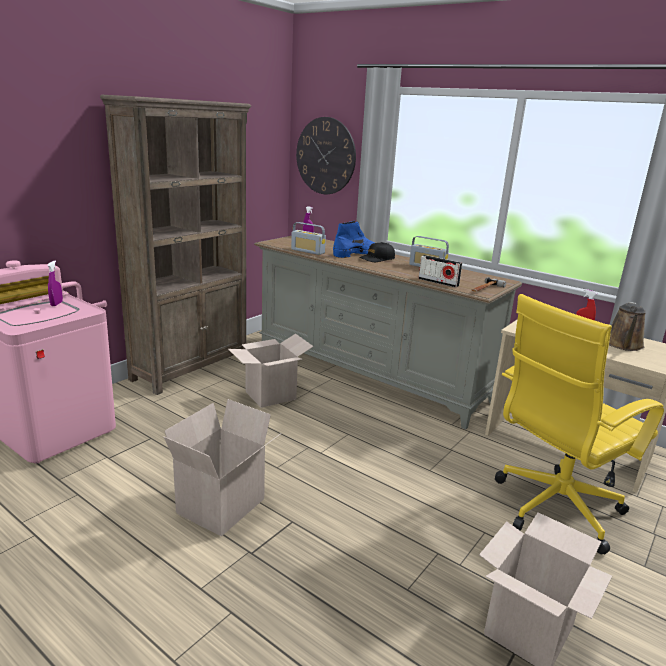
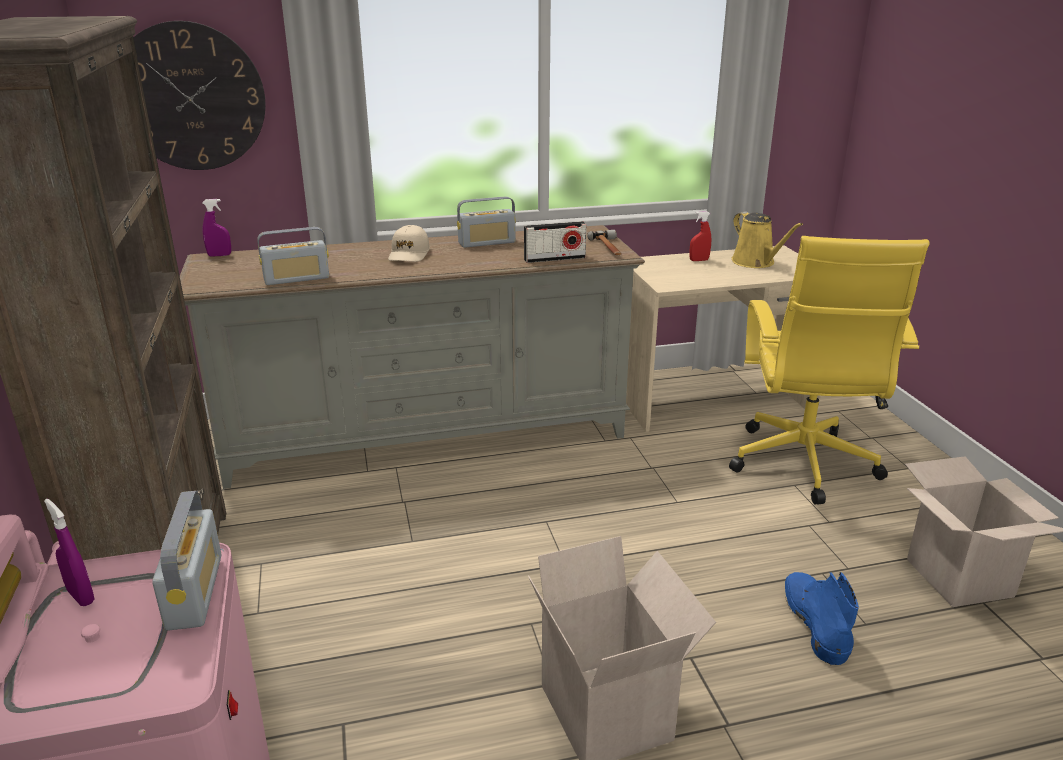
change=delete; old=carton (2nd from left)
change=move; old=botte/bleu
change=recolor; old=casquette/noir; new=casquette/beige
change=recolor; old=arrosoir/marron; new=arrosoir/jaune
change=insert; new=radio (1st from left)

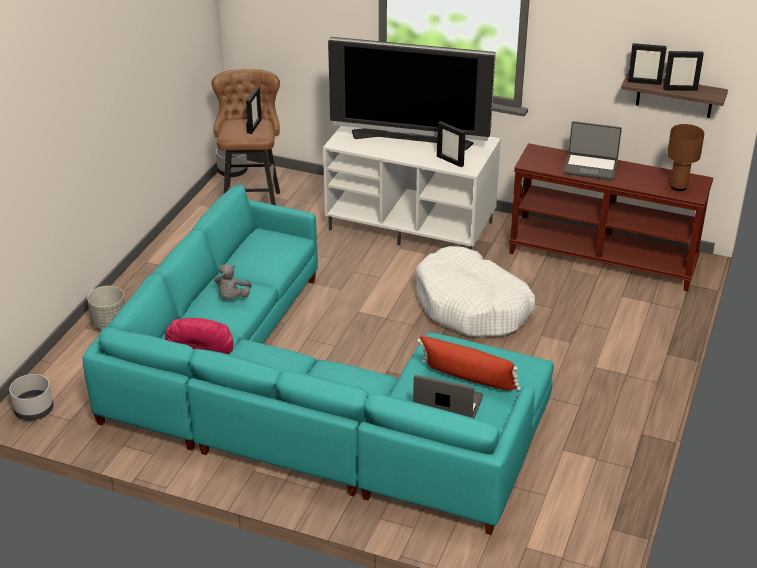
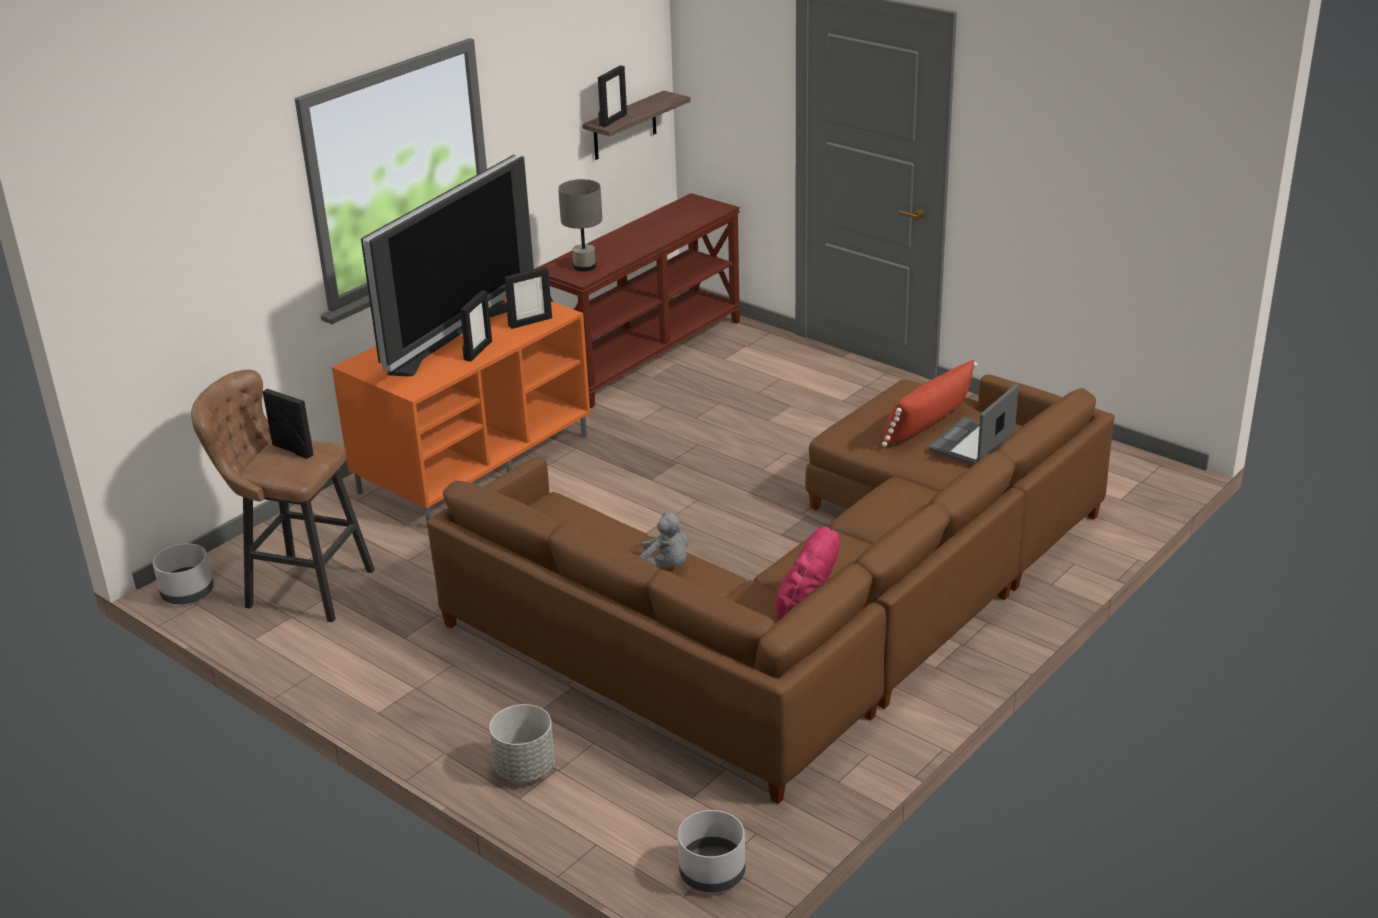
change=recolor; old=canapé/turquoise; new=canapé/marron
change=recolor; old=meuble télé/blanc; new=meuble télé/orange
change=delete; old=panier pour chien/blanc
change=delete; old=ordinateur portable (2nd from left)
change=move; old=cadre photo (4th from left in the first image); new=cadre photo (2nd from left)
change=delete; old=lampe de table/marron
change=insert; new=lampe de table/gris

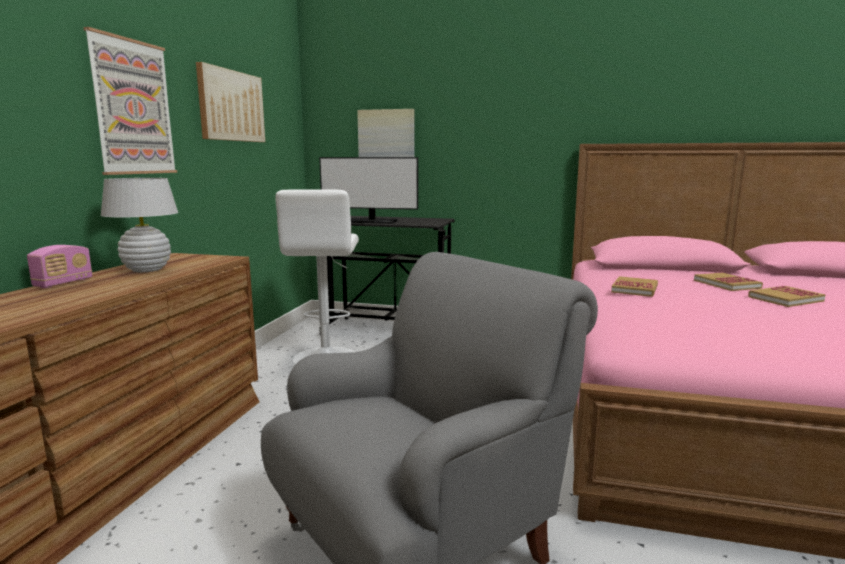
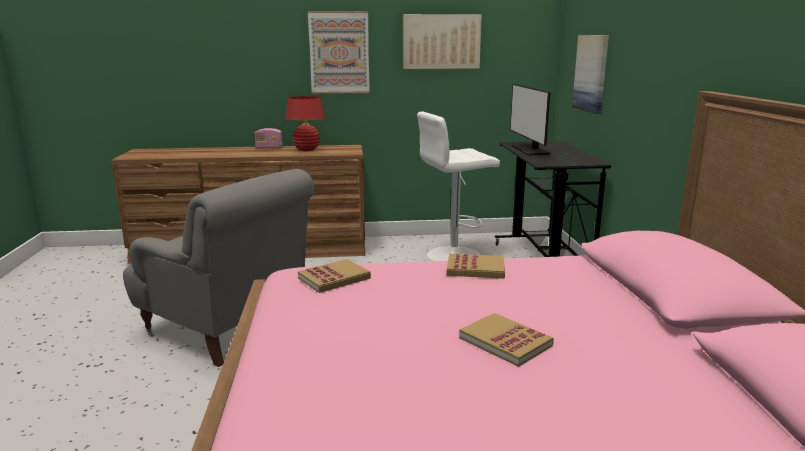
change=recolor; old=lampe de table/blanc; new=lampe de table/rouge
change=move; old=livre (2nd from left in the first image); new=livre (1st from left)

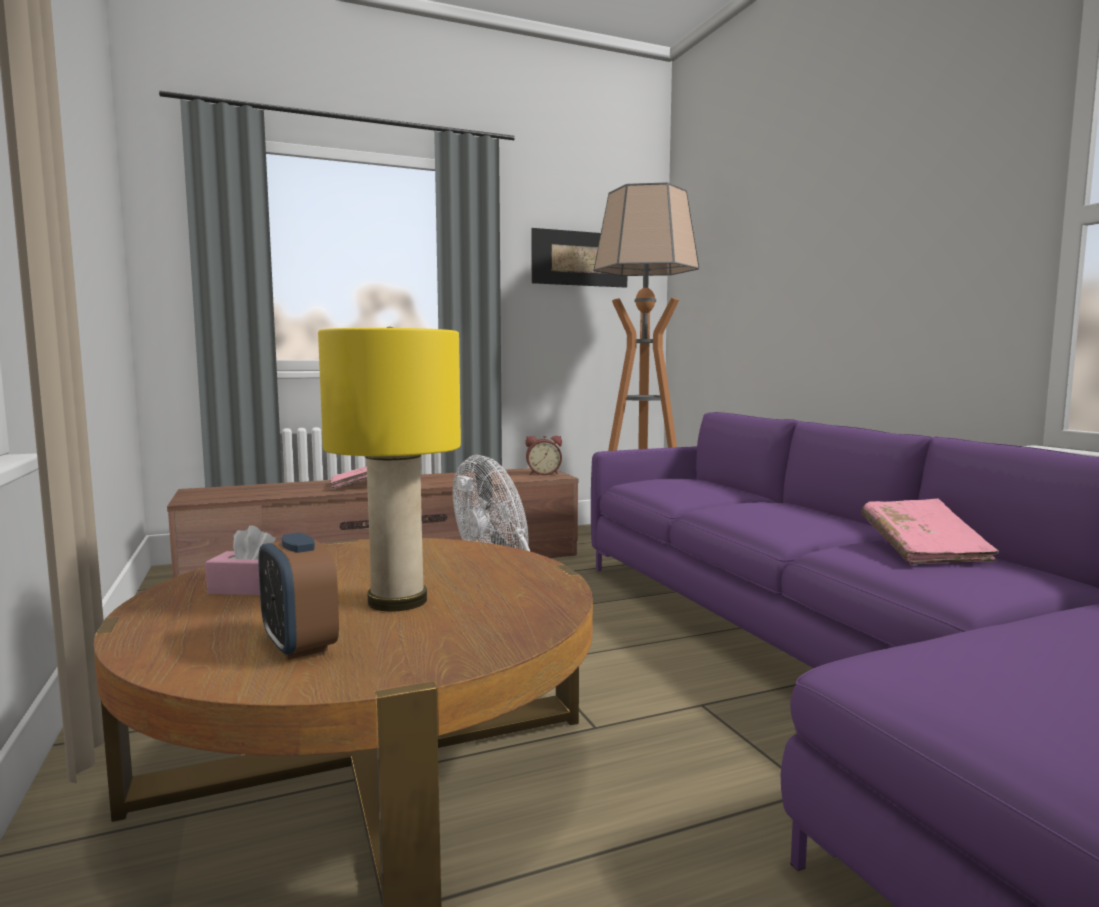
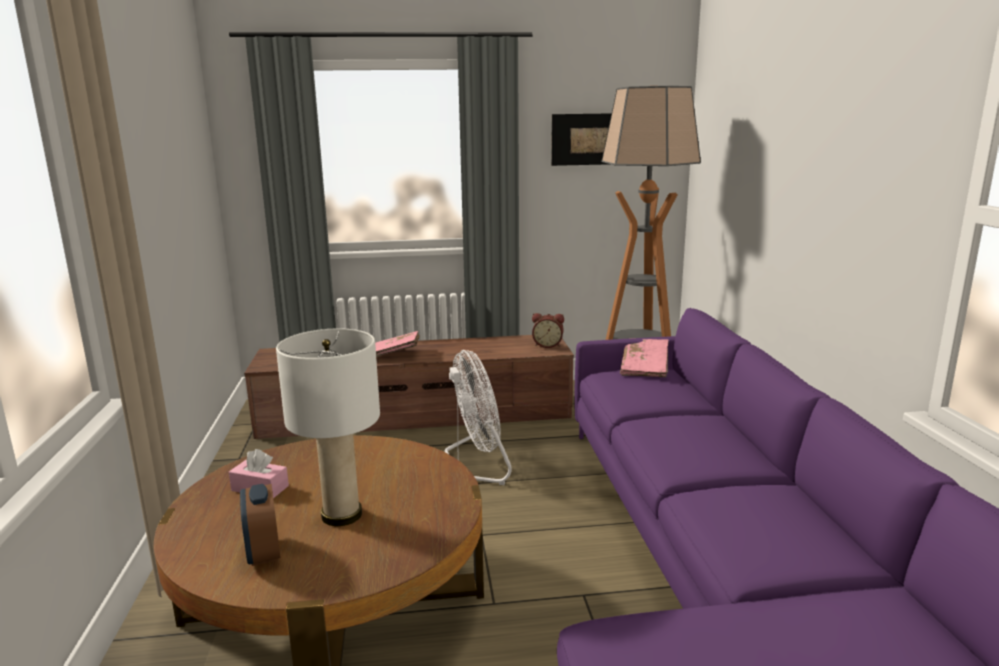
change=recolor; old=lampe de table/jaune; new=lampe de table/blanc
change=move; old=livre/rose (2nd from left)

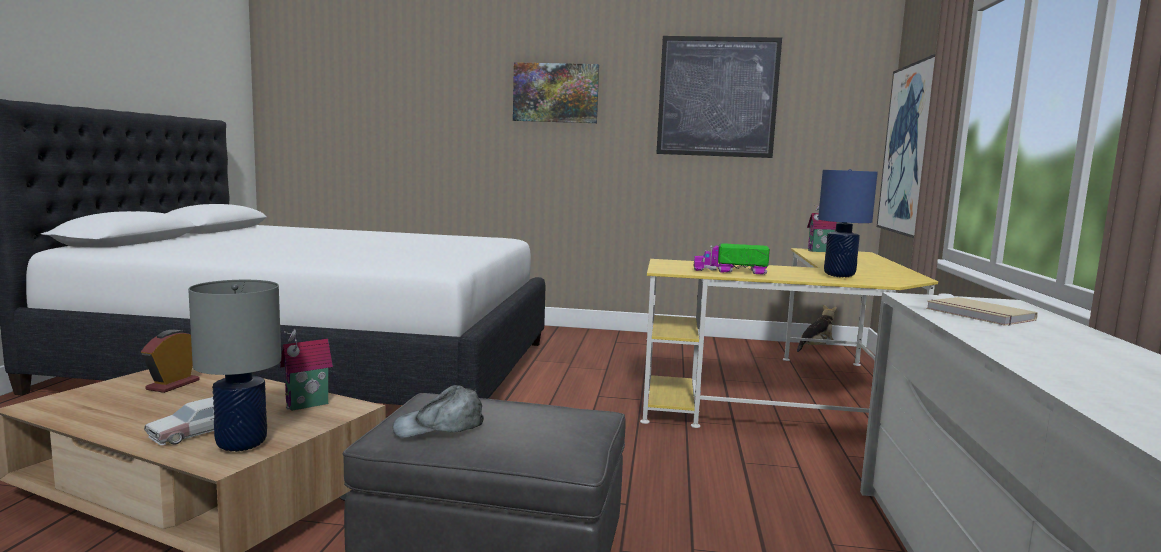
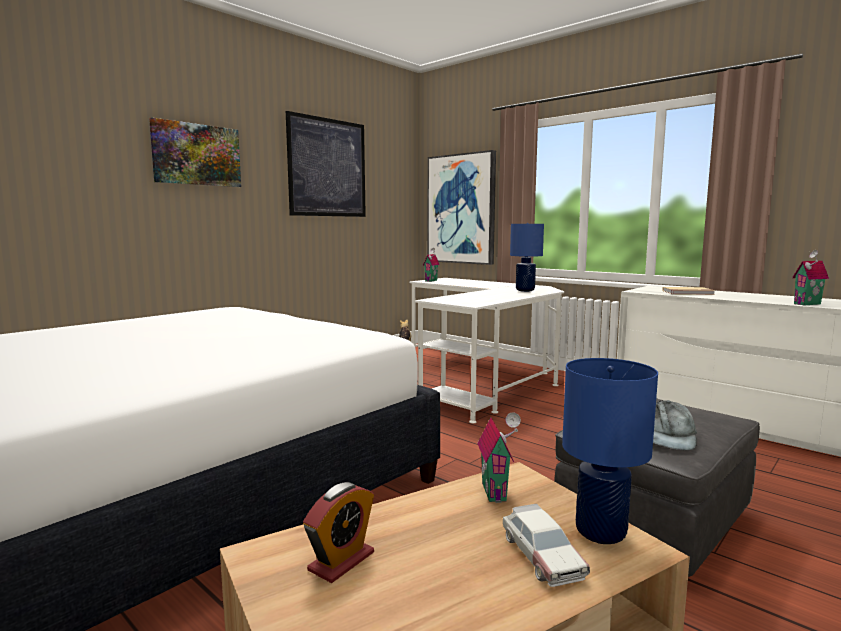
change=rotate; old=réveil; degrees=-105
change=recolor; old=lampe de table/gris; new=lampe de table/bleu (2nd from left)
change=recolor; old=bureau/jaune; new=bureau/blanc
change=delete; old=camion jouet
change=insert; new=maison miniature (3rd from left)

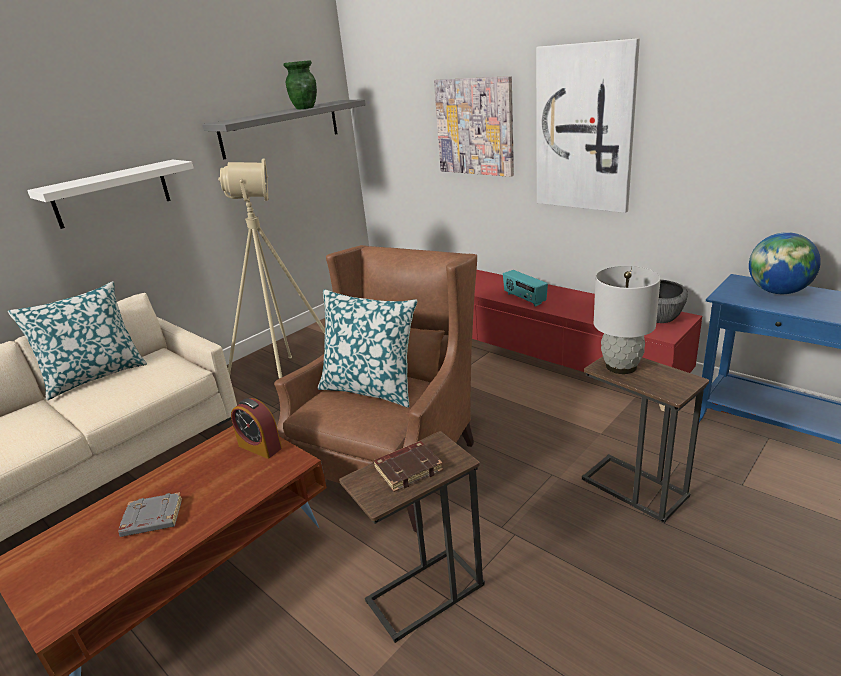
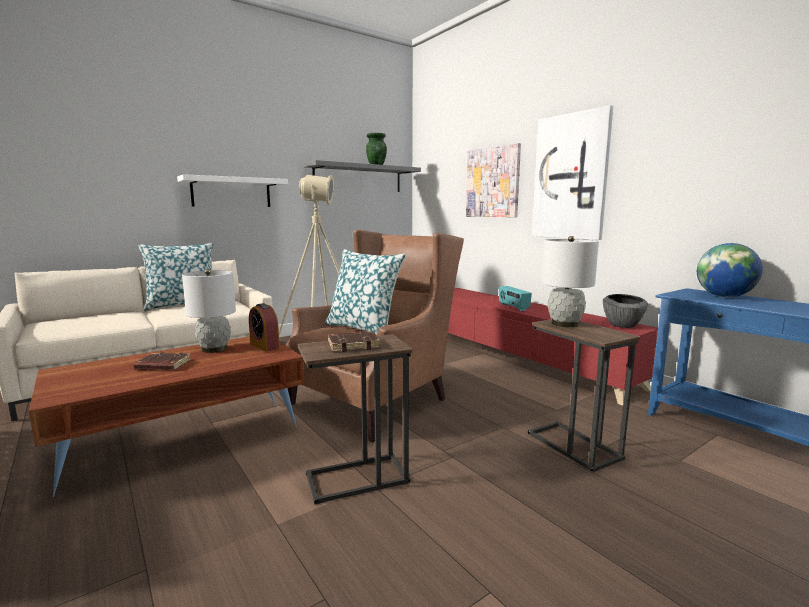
change=recolor; old=livre/gris; new=livre/marron (1st from left)
change=insert; new=lampe de table/blanc (1st from left)

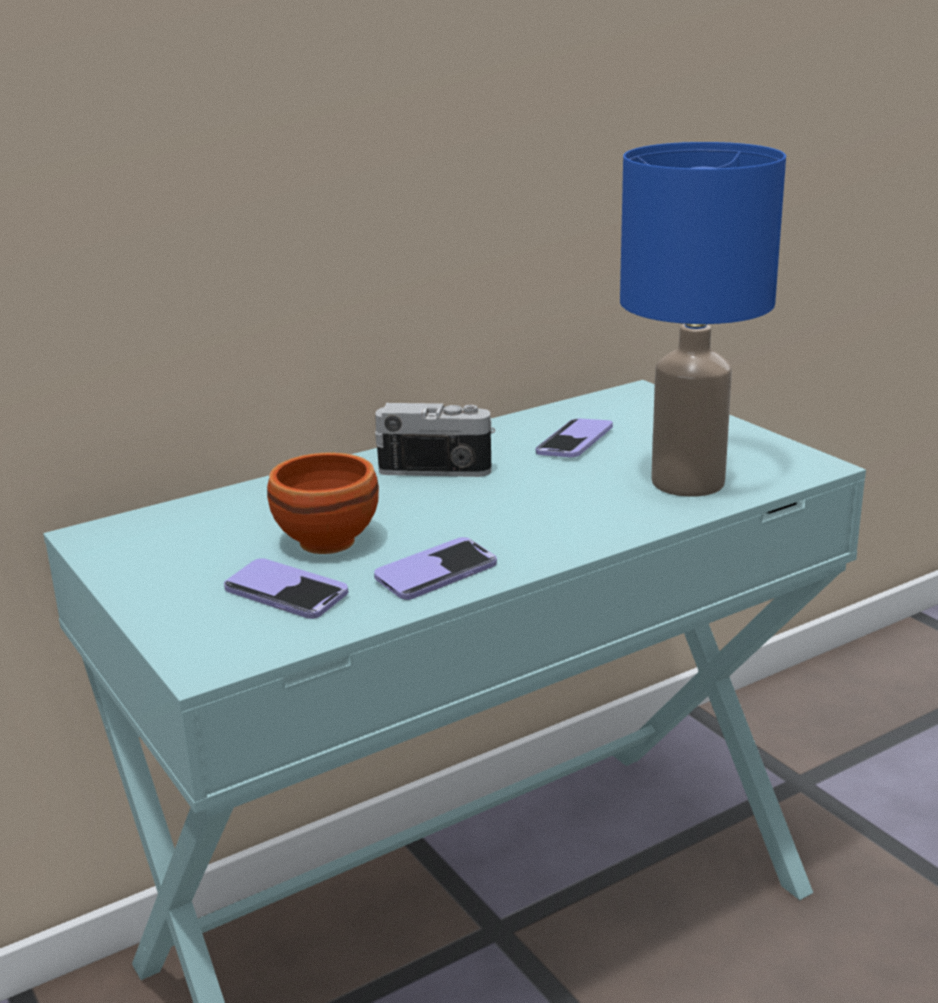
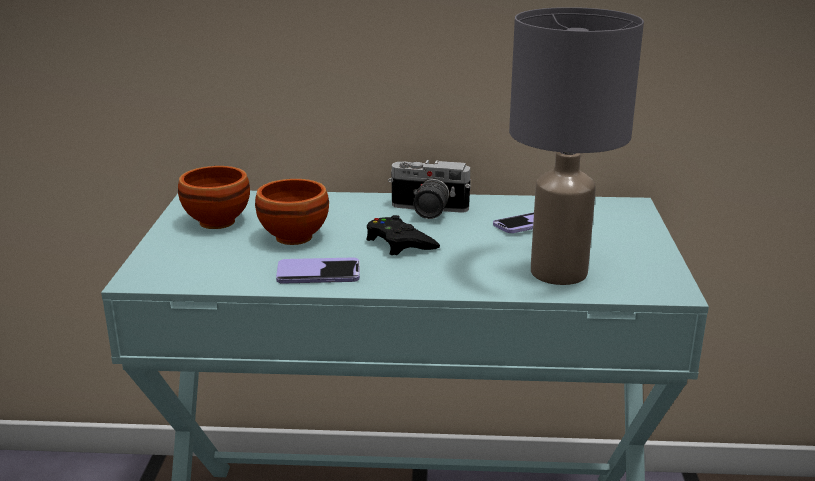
change=delete; old=téléphone (1st from left)
change=rotate; old=appareil photo; degrees=150
change=recolor; old=lampe de table/bleu; new=lampe de table/gris
change=insert; new=bol/marron (1st from left)
change=insert; new=manette/noir

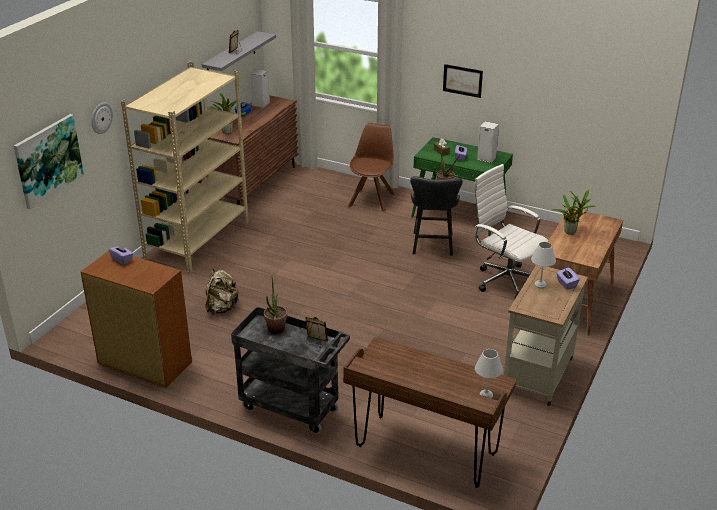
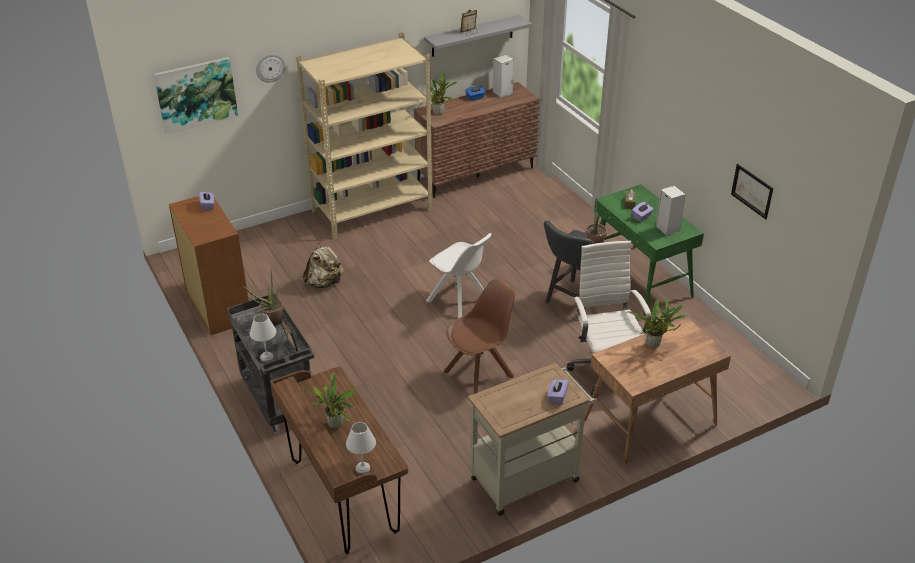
change=move; old=chaise/marron
change=move; old=tableau (2nd from left)
change=move; old=lampe de table/blanc (2nd from left in the first image); new=lampe de table/blanc (1st from left)
change=insert; new=plante en pot (2nd from left)
change=insert; new=chaise/blanc

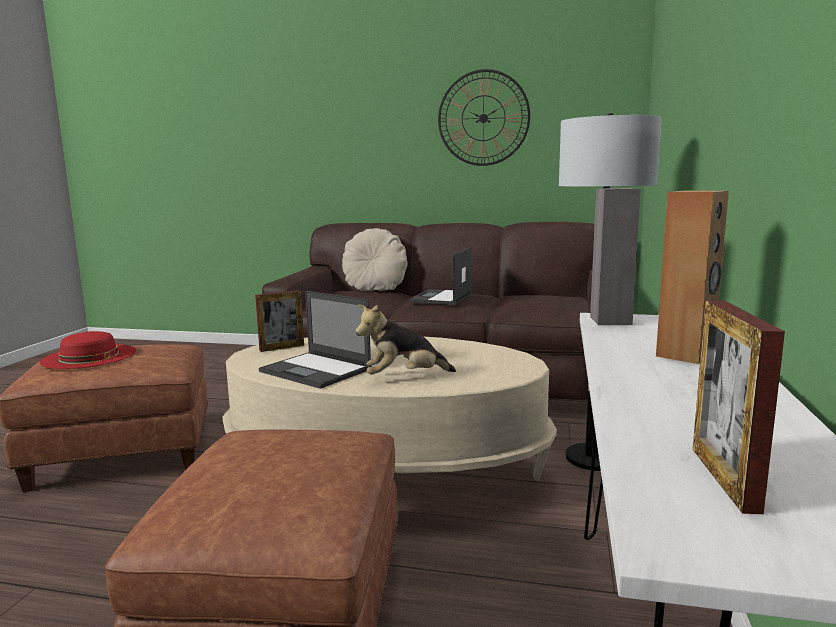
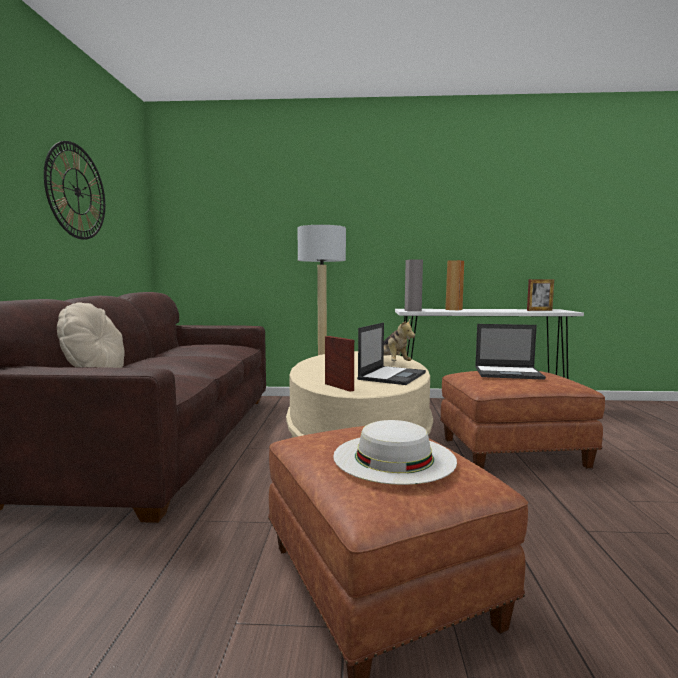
change=recolor; old=chapeau/rouge; new=chapeau/blanc
change=move; old=ordinateur portable (2nd from left)

